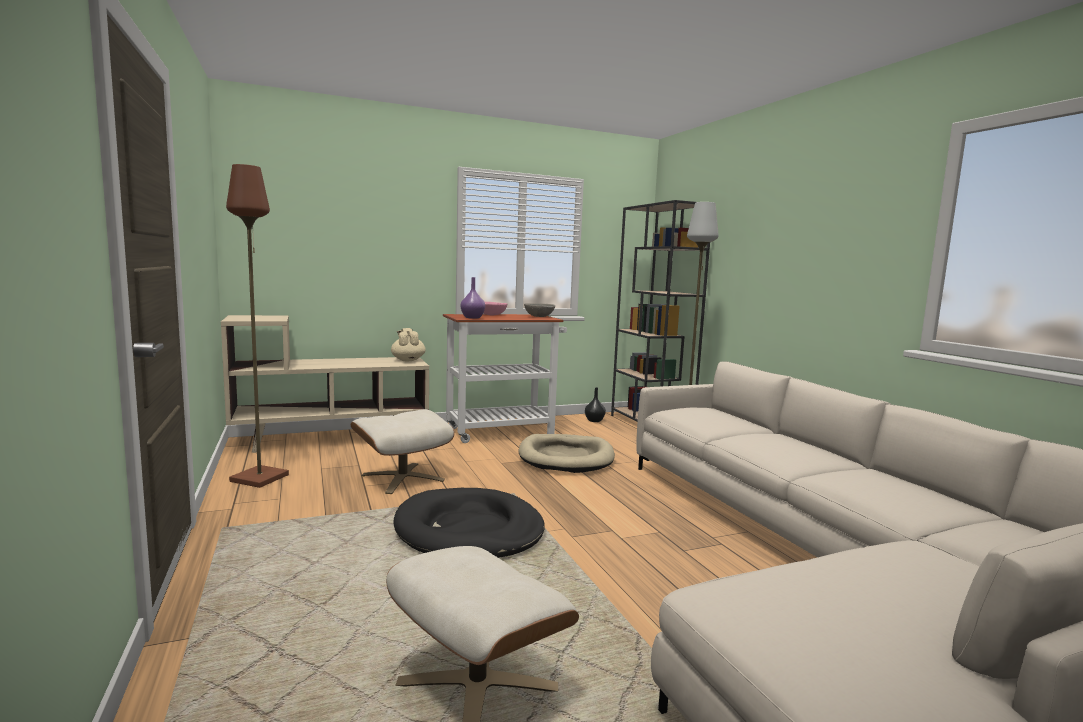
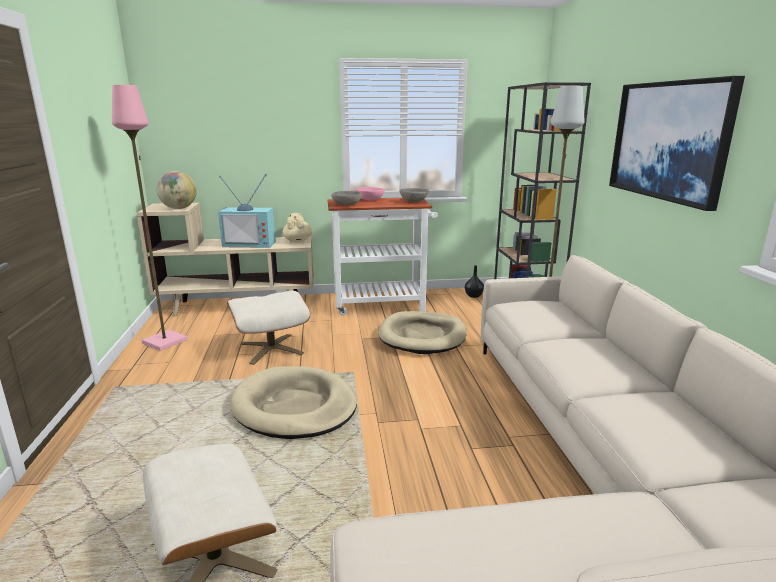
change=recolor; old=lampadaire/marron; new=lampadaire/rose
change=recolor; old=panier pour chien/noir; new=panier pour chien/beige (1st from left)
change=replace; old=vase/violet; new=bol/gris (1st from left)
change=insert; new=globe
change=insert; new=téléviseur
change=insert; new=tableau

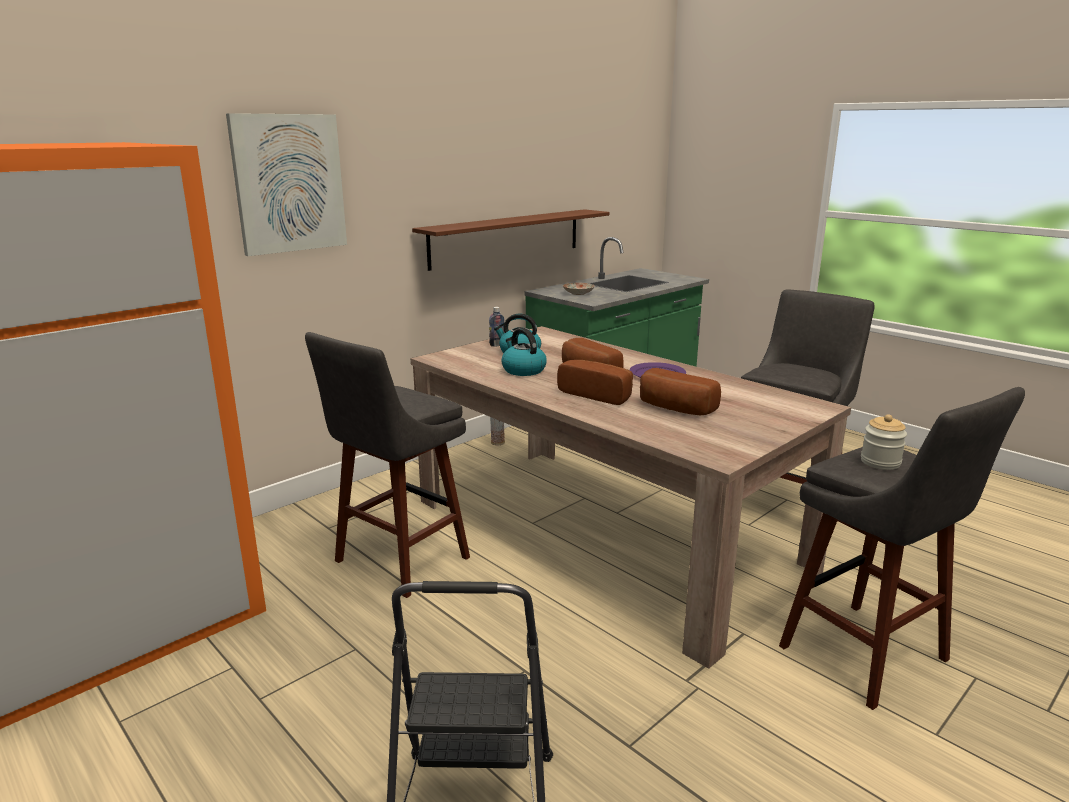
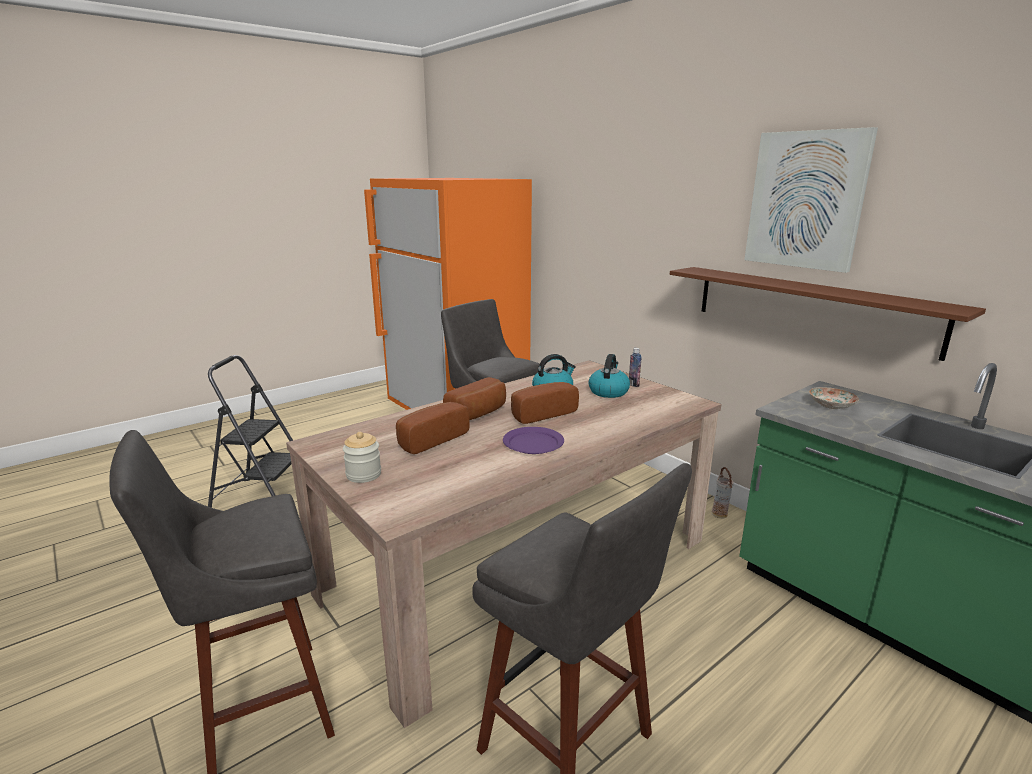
change=move; old=tableau
change=move; old=bocal

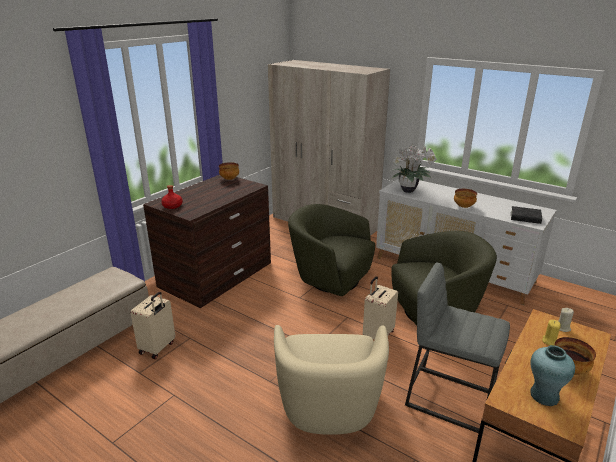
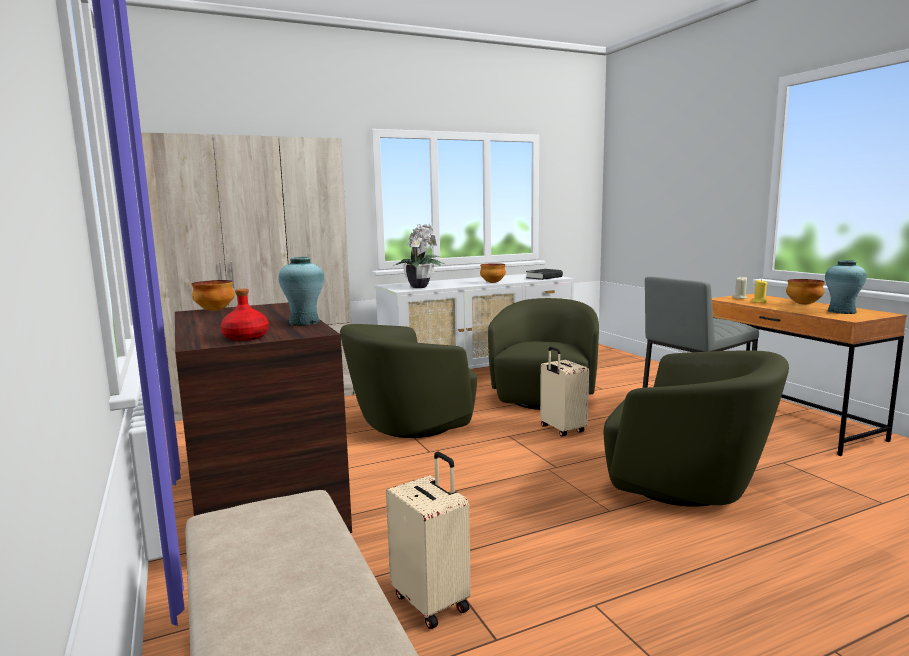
change=recolor; old=fauteuil/beige; new=fauteuil/vert (3rd from left)
change=insert; new=vase/turquoise (1st from left)

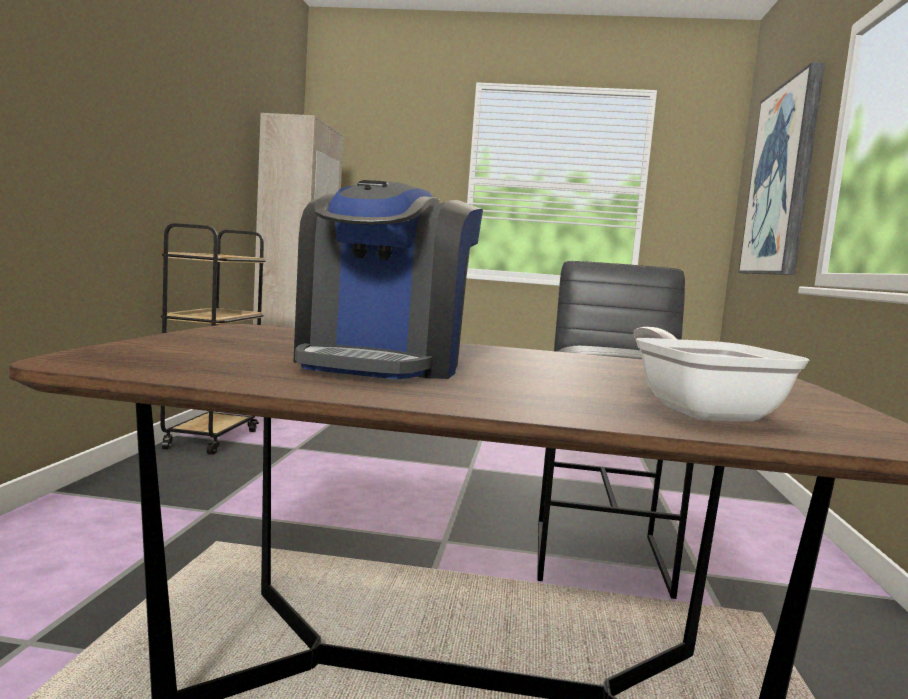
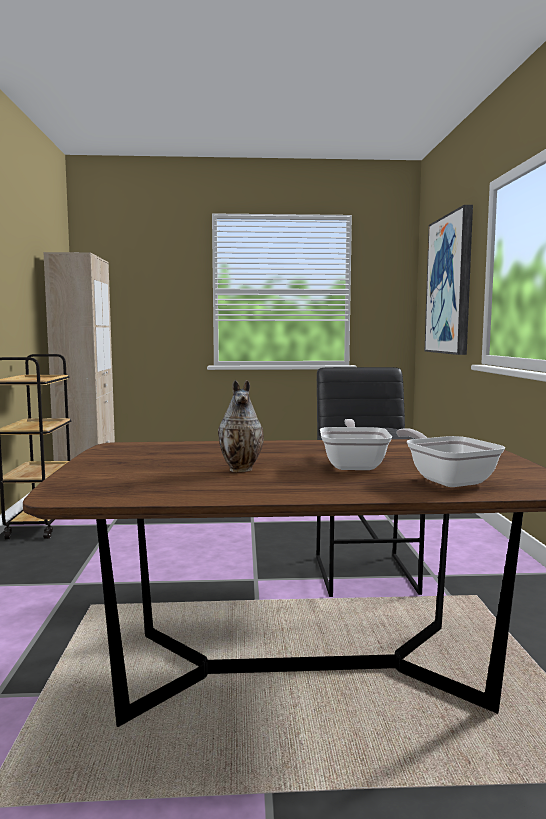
change=replace; old=machine à café; new=vase
change=insert; new=poêle (1st from left)

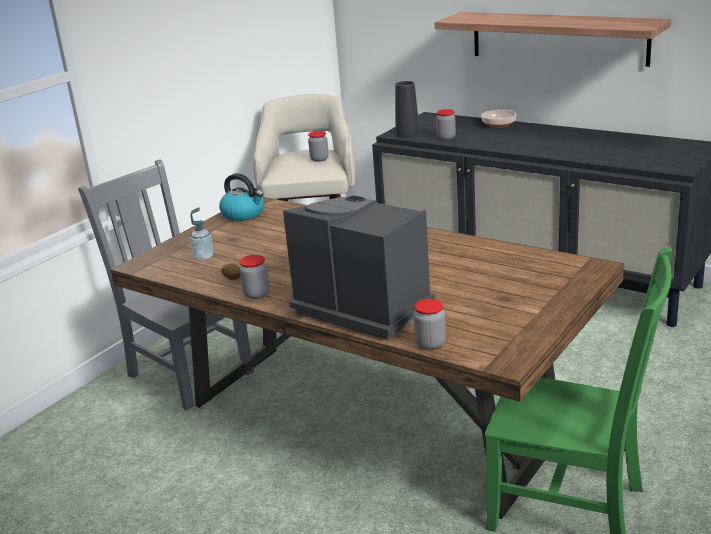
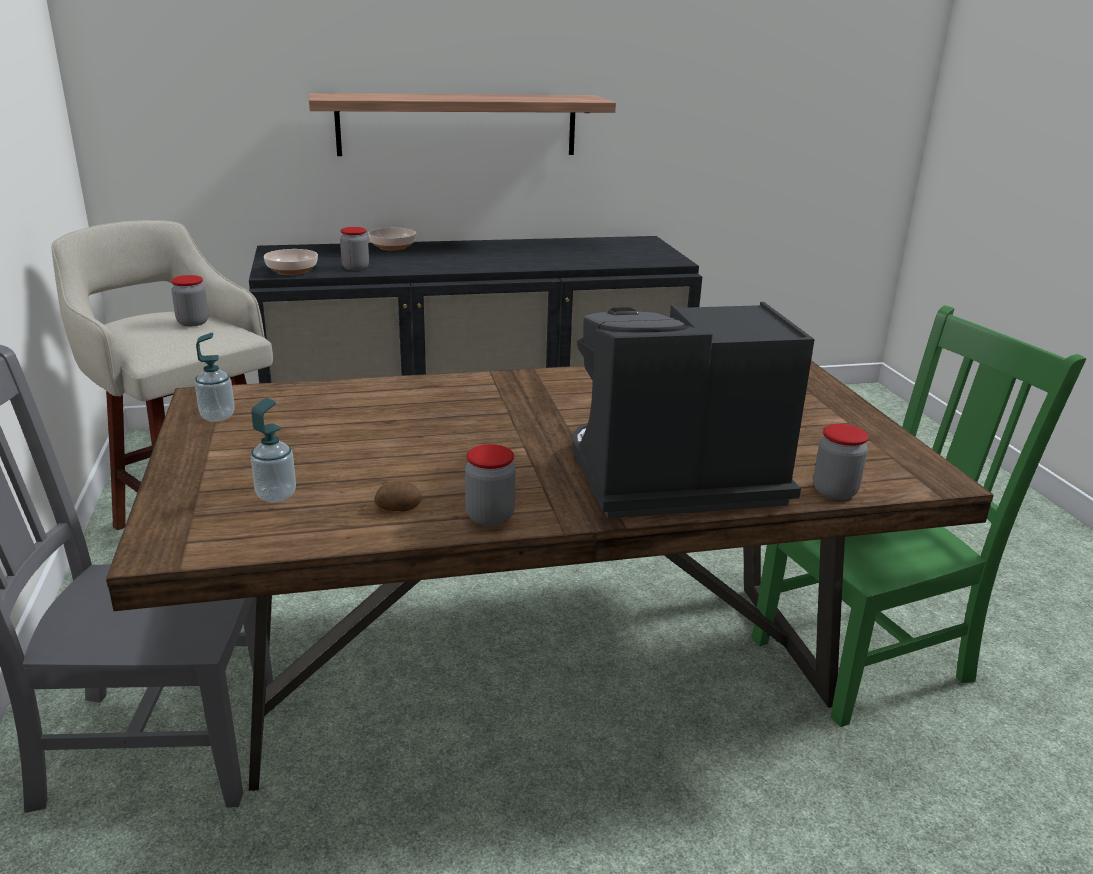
change=replace; old=bouilloire; new=distributeur de savon (1st from left)
change=replace; old=vase/noir; new=bol (1st from left)

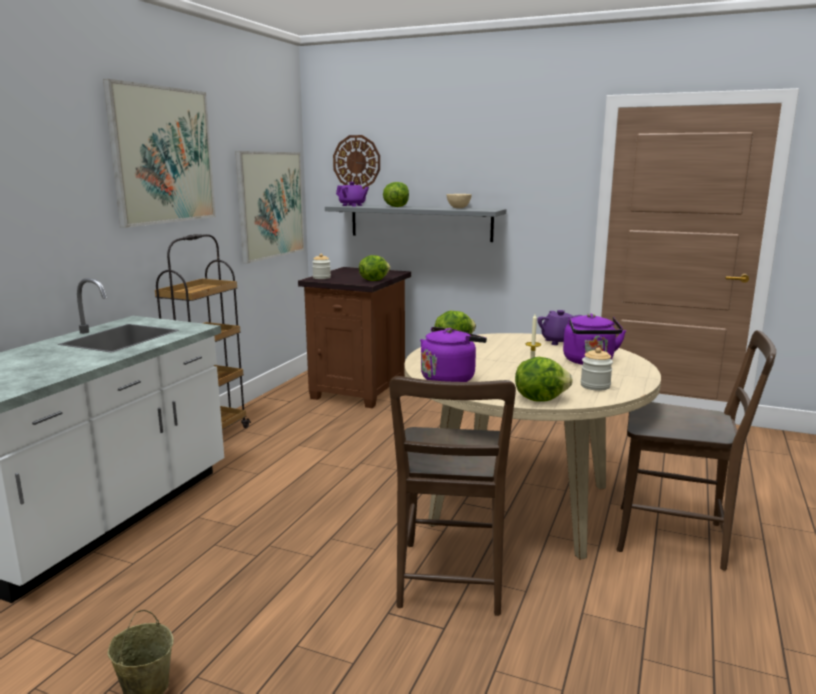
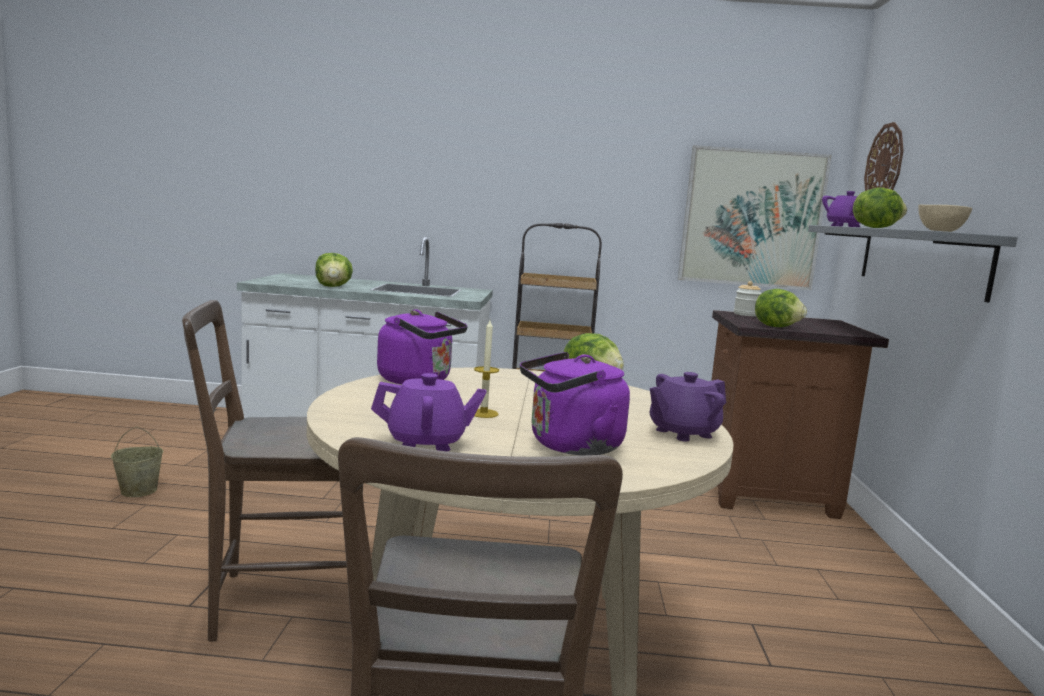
change=delete; old=tableau (1st from left)
change=move; old=laitue (4th from left in the first image); new=laitue (1st from left)
change=replace; old=bocal (2nd from left); new=théière/violet (1st from left)

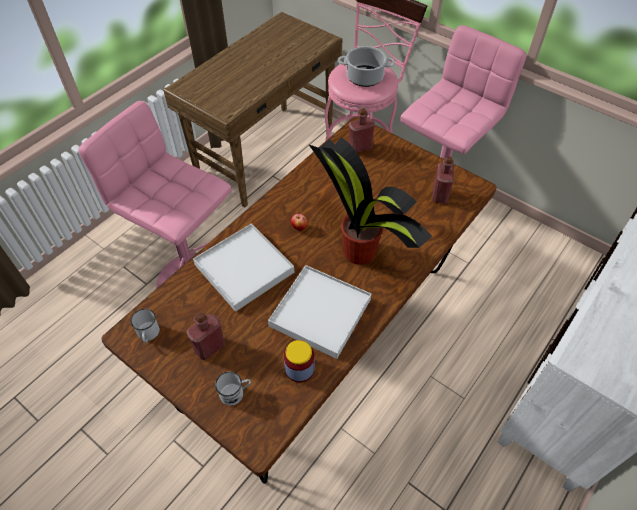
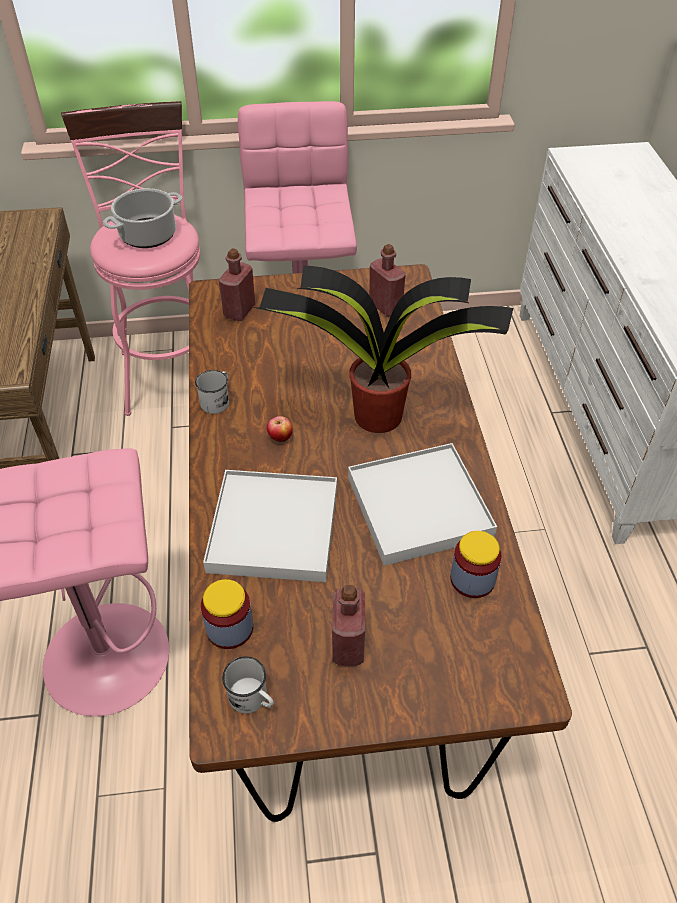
change=move; old=mug/blanc (2nd from left in the first image); new=mug/blanc (1st from left)
change=insert; new=bocal (1st from left)

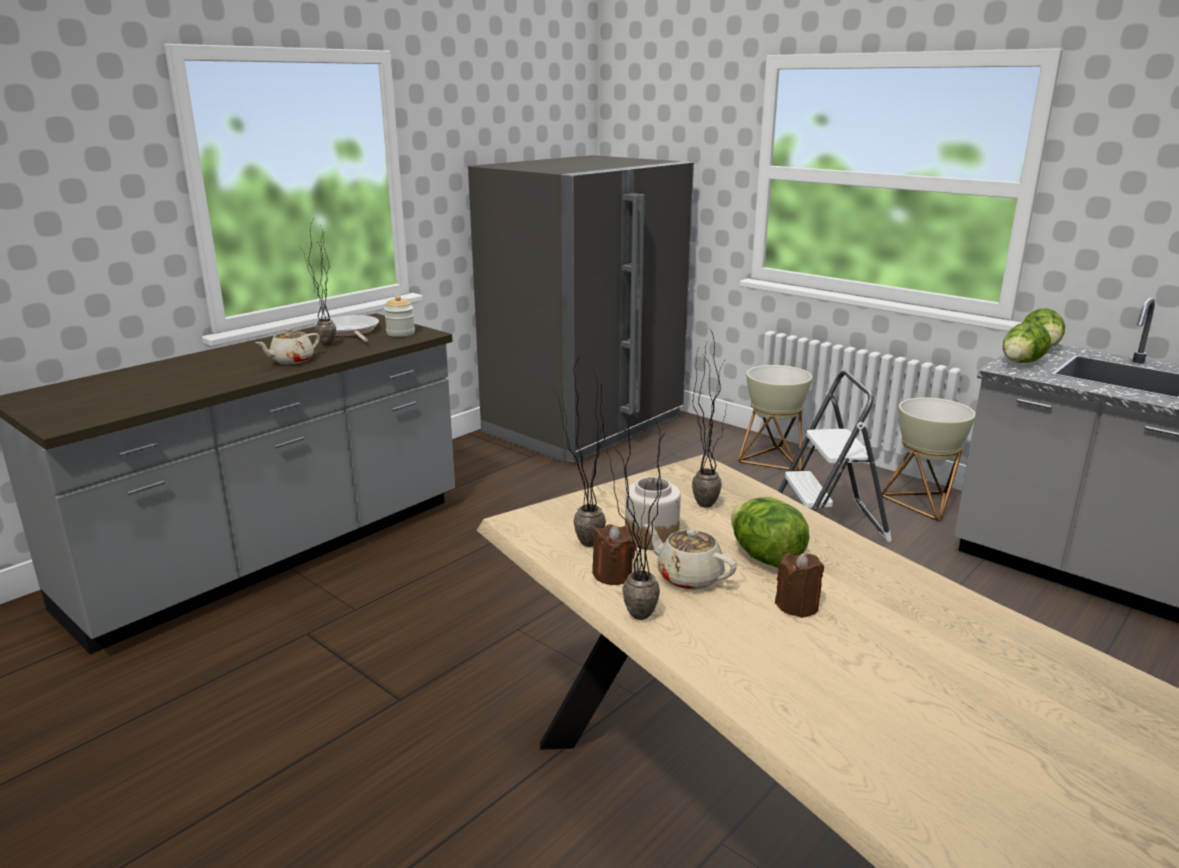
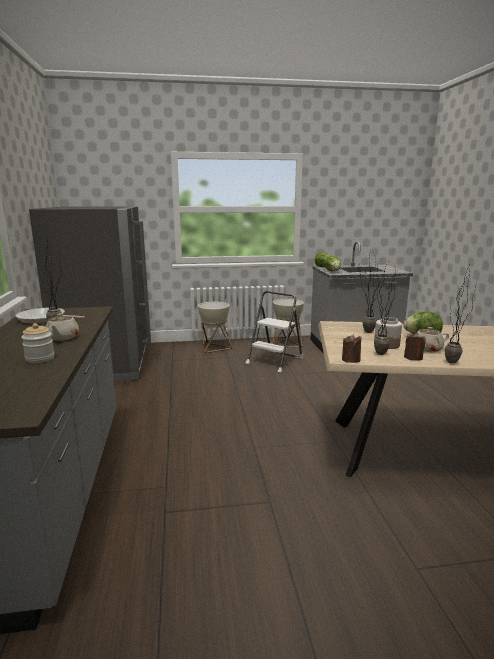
change=move; old=bocal (1st from left)
change=move; old=bougie/marron (2nd from left in the first image); new=bougie/marron (1st from left)

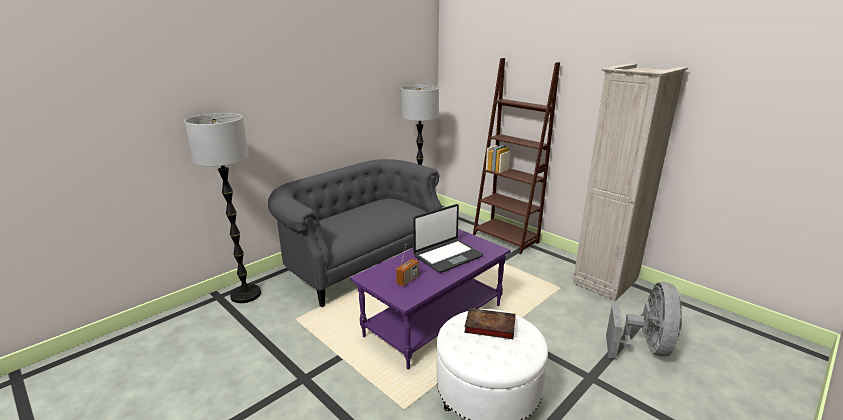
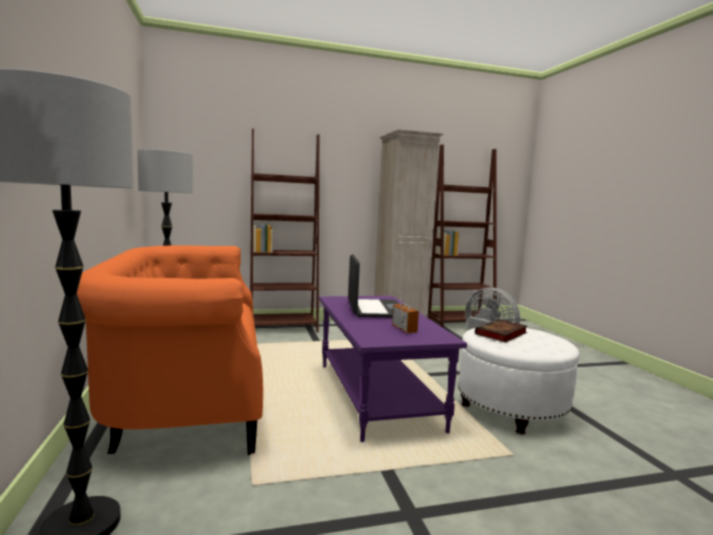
change=recolor; old=canapé/gris; new=canapé/orange
change=insert; new=bibliothèque/marron (2nd from left)

